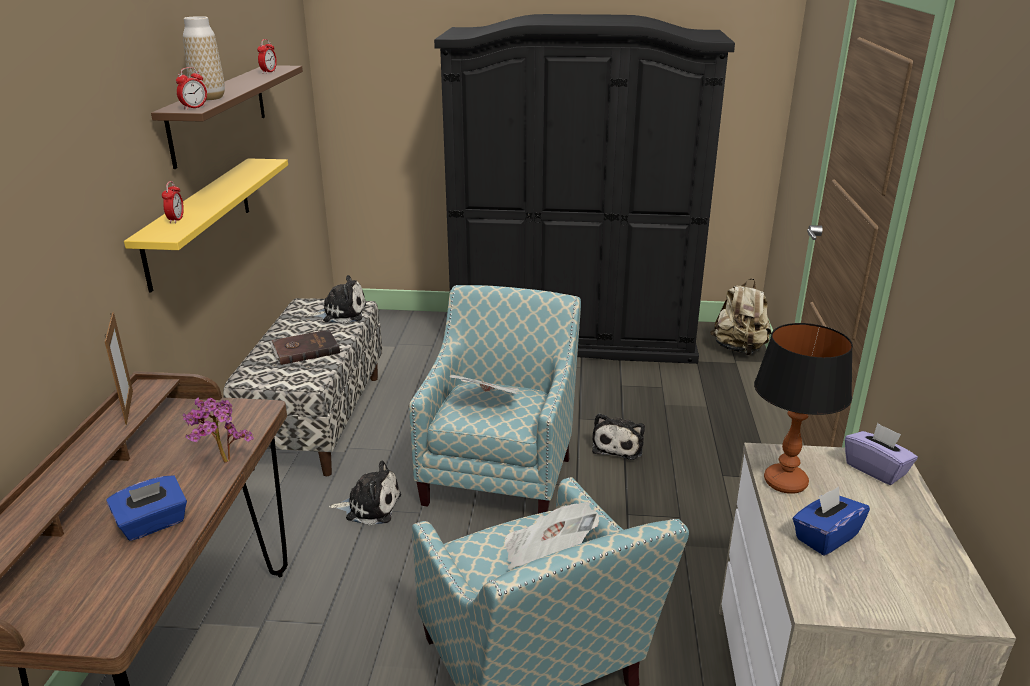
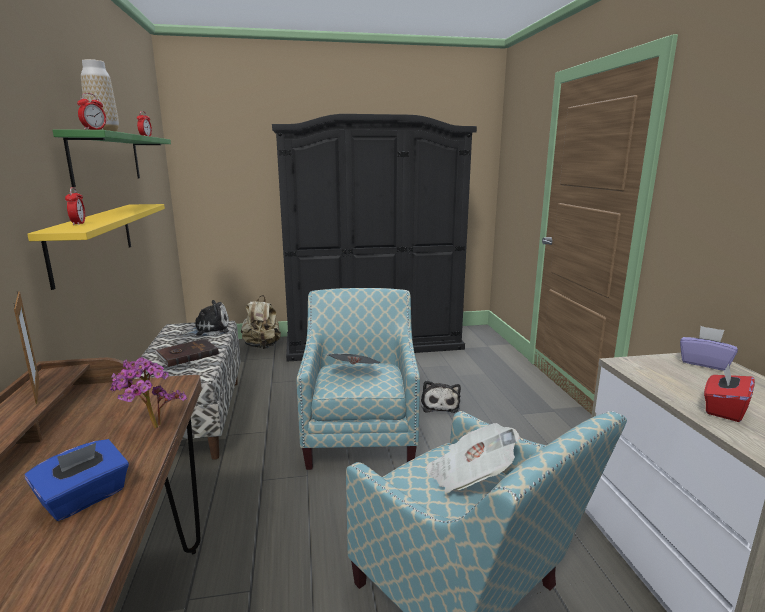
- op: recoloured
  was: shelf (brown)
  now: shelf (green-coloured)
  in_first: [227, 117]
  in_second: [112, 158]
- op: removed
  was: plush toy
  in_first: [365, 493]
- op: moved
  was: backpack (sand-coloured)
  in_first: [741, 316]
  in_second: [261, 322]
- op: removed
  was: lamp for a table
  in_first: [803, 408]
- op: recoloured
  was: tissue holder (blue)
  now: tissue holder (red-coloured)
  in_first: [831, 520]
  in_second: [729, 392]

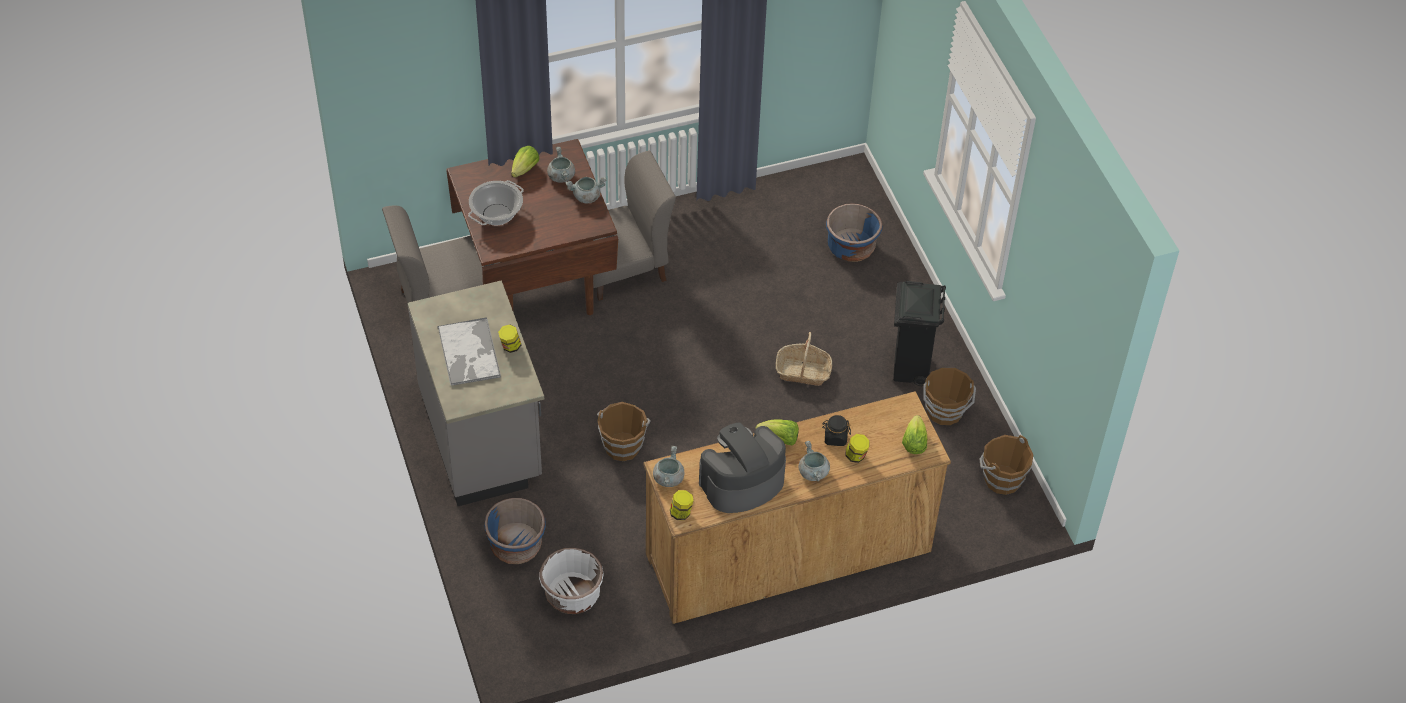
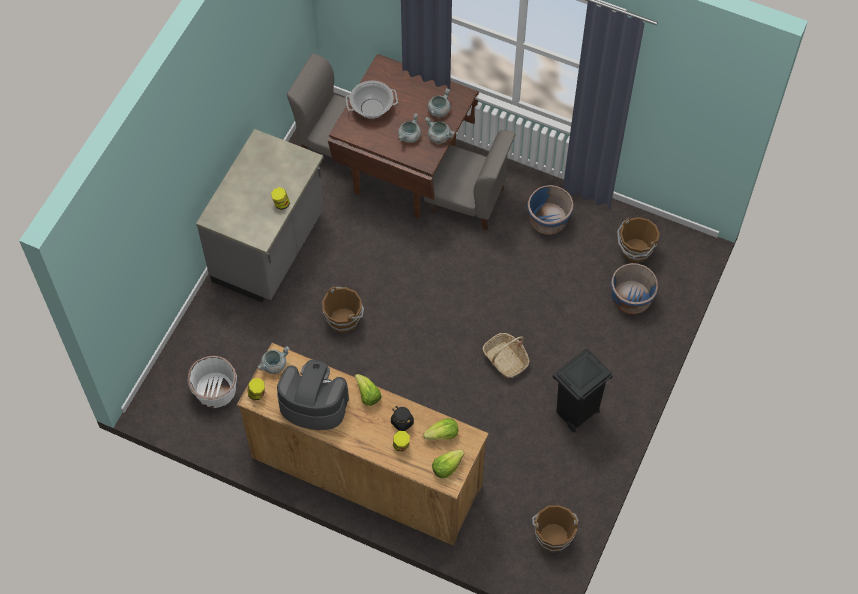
- op: removed
  was: tray
  in_first: [469, 351]
- op: moved
  was: flower pot (blue)
  in_first: [515, 531]
  in_second: [550, 210]
- op: moved
  was: lettuce
  in_first: [525, 161]
  in_second: [440, 429]
- op: moved
  was: cooking pot (gray)
  in_first: [814, 461]
  in_second: [409, 128]
- op: moved
  was: water bucket (brown)
  in_first: [949, 396]
  in_second: [638, 240]

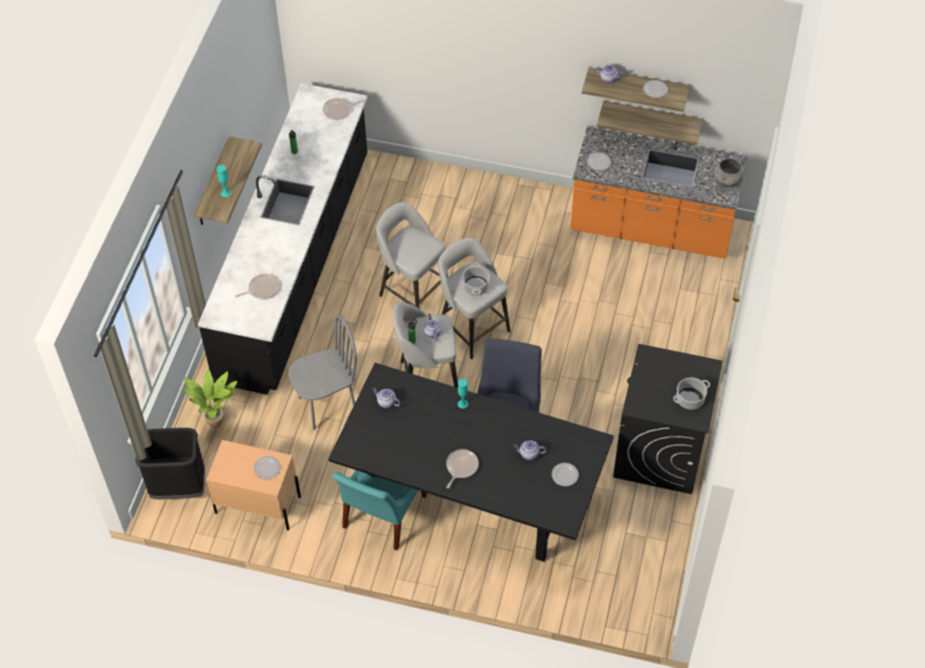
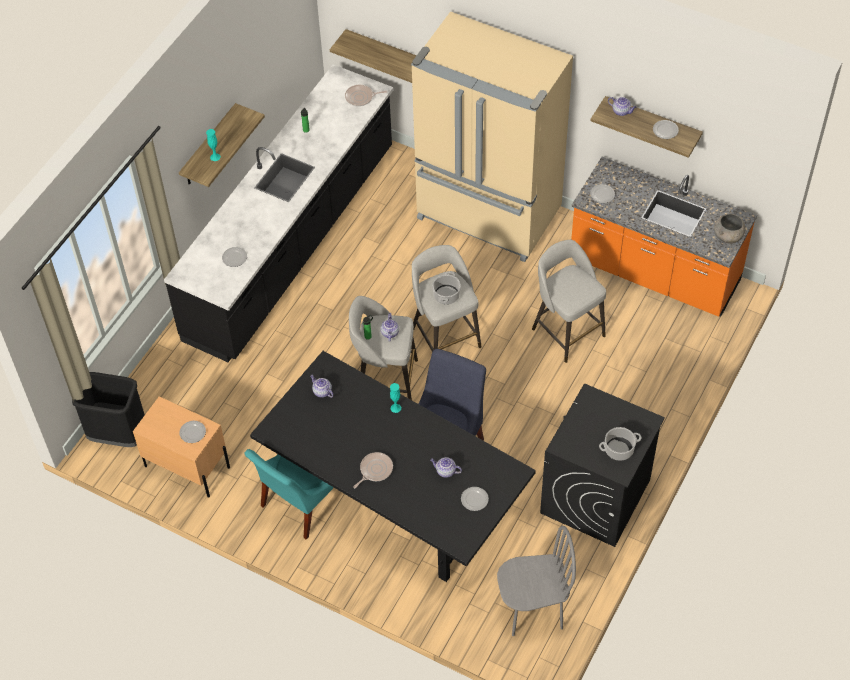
- op: removed
  was: potted plant
  in_first: [209, 398]
- op: replaced
  was: frying pan
  now: dinner plate
  in_first: [257, 286]
  in_second: [234, 257]
- op: moved
  was: chair (gray)
  in_first: [322, 372]
  in_second: [536, 581]
- op: moved
  was: stool seat (gray)
  in_first: [412, 255]
  in_second: [569, 301]
- op: moved
  was: shelf
  in_first: [650, 123]
  in_second: [373, 56]
- op: added
  now: refrigerator (sand-coloured)
  in_second: [492, 136]

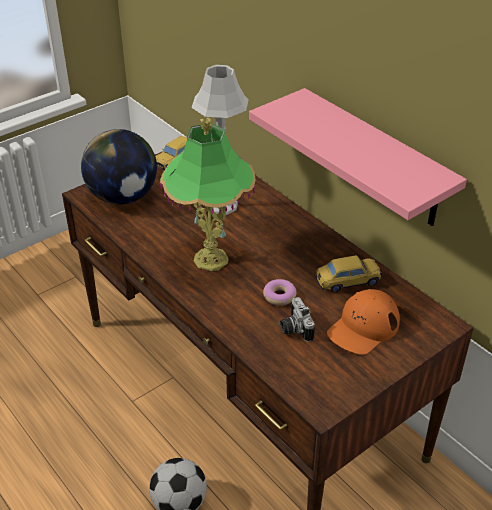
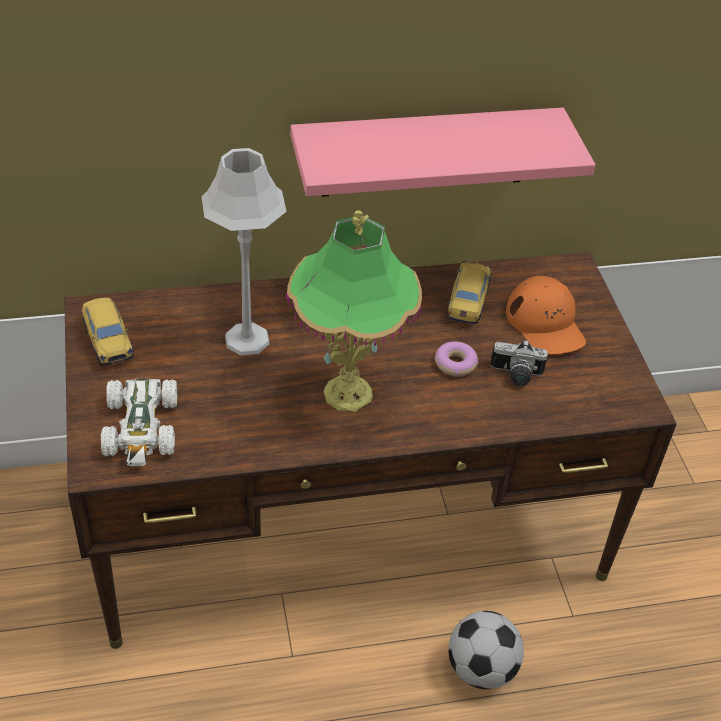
- op: replaced
  was: desk globe
  now: miniature car (white)
  in_first: [119, 167]
  in_second: [139, 422]

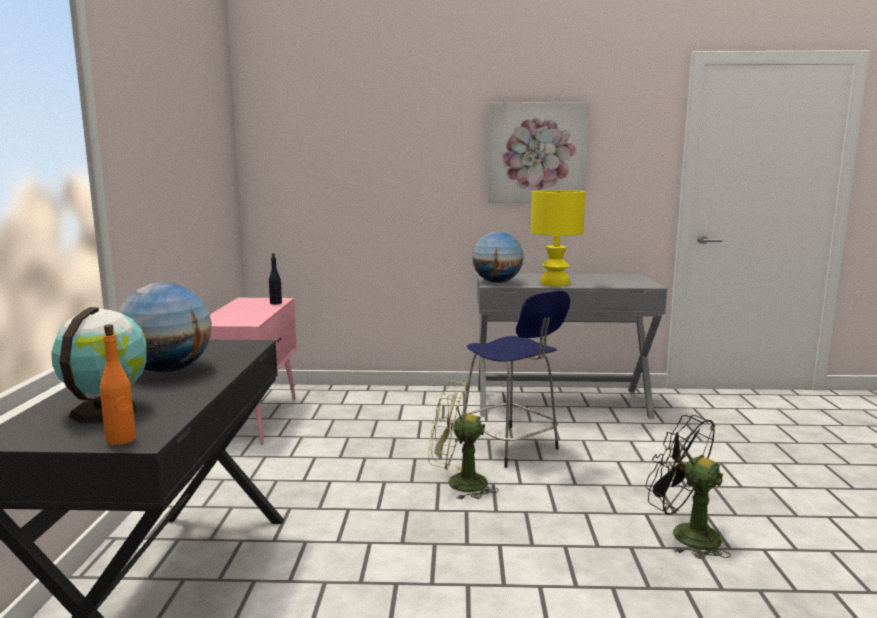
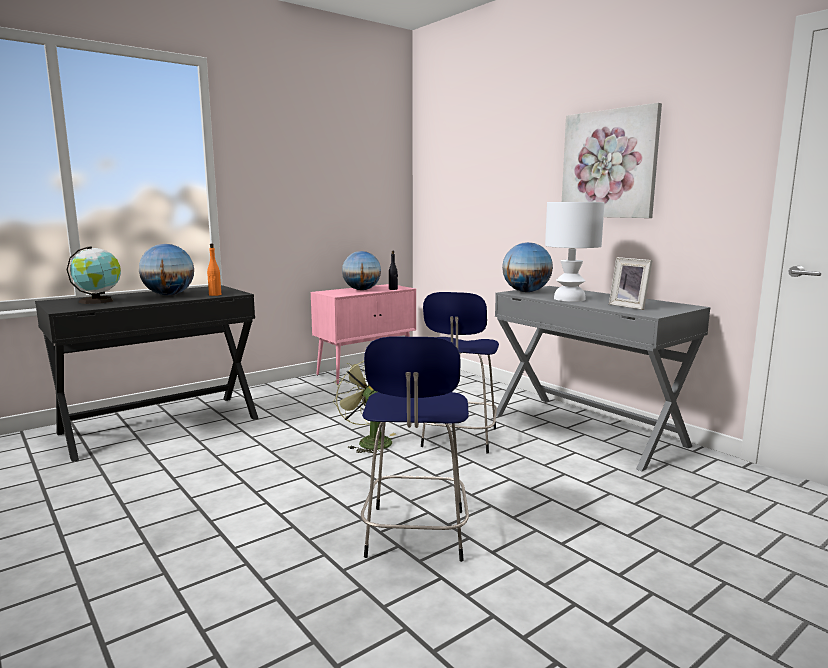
- op: moved
  was: drink bottle (orange)
  in_first: [118, 384]
  in_second: [214, 269]
- op: recoloured
  was: lamp for a table (yellow-coloured)
  now: lamp for a table (white)
  in_first: [558, 238]
  in_second: [574, 252]
- op: replaced
  was: fan (black-coloured)
  now: stool seat (blue)
  in_first: [688, 487]
  in_second: [415, 449]
- op: added
  now: desk globe
  in_second: [361, 270]
- op: added
  now: standing frame
  in_second: [631, 283]

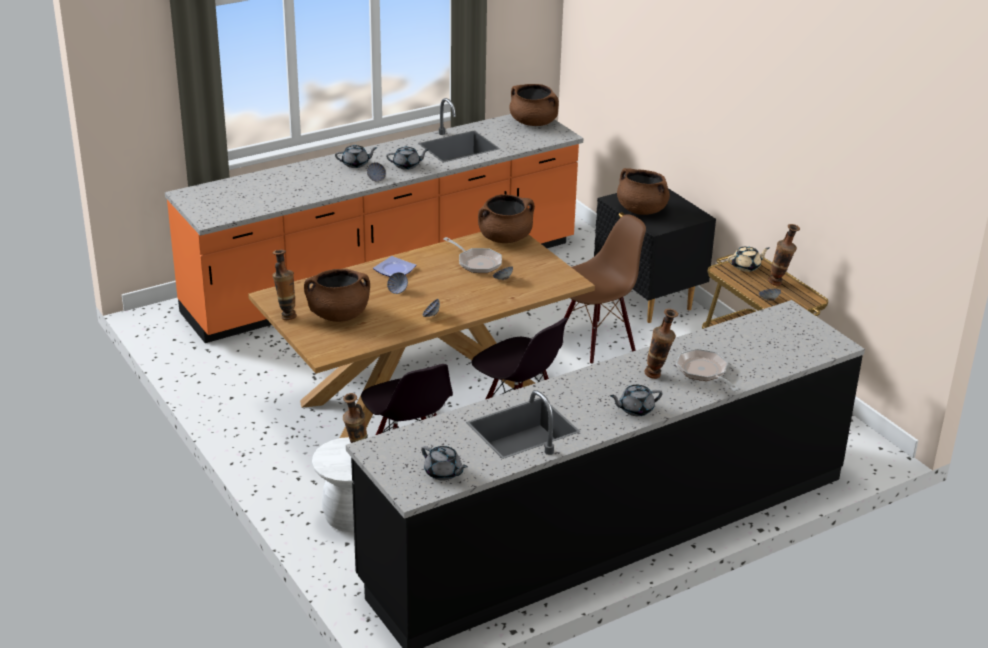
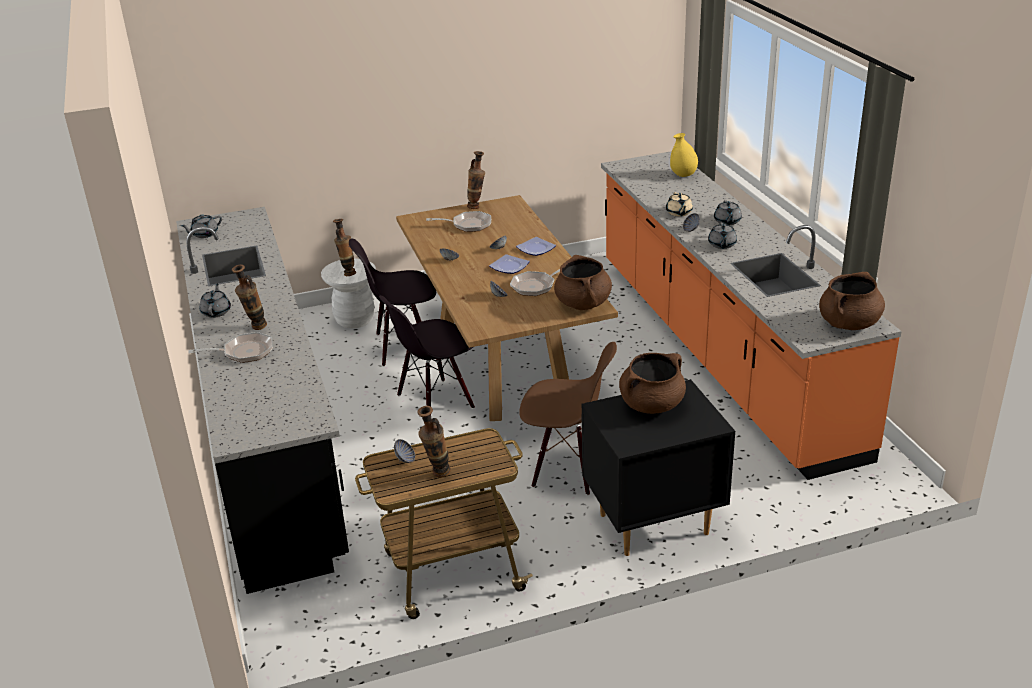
- op: replaced
  was: cooking pot (brown)
  now: frying pan
  in_first: [337, 295]
  in_second: [458, 221]
- op: turned
  was: chair (brown)
  in_first: [605, 289]
  in_second: [568, 418]
  clockwise: -60
- op: moved
  was: teapot (sand-coloured)
  in_first: [748, 259]
  in_second: [679, 204]
- op: added
  now: dinner plate
  in_second: [509, 264]
- op: added
  now: flower vase (yellow-coloured)
  in_second: [684, 155]

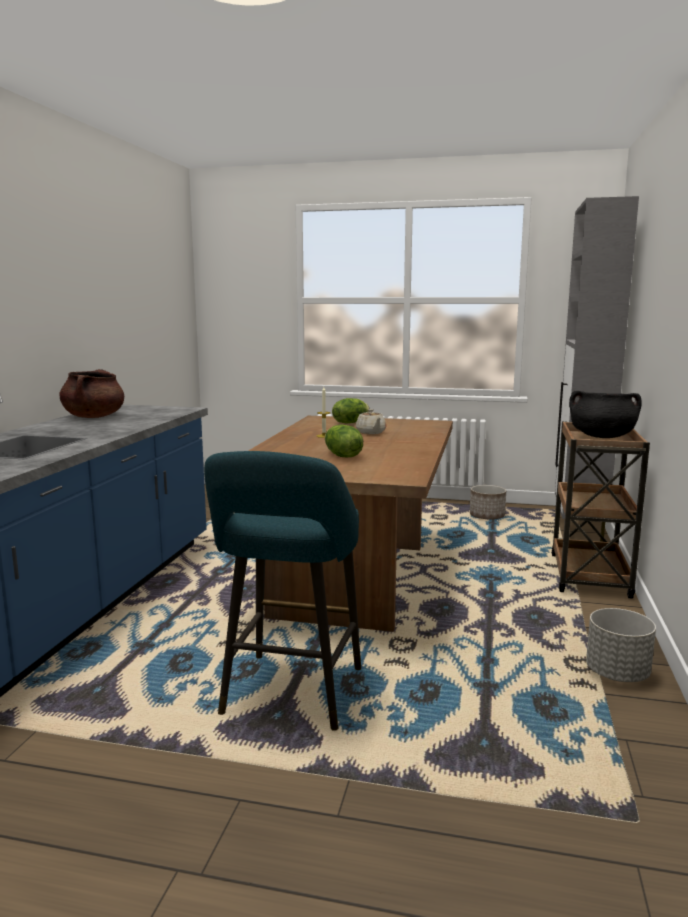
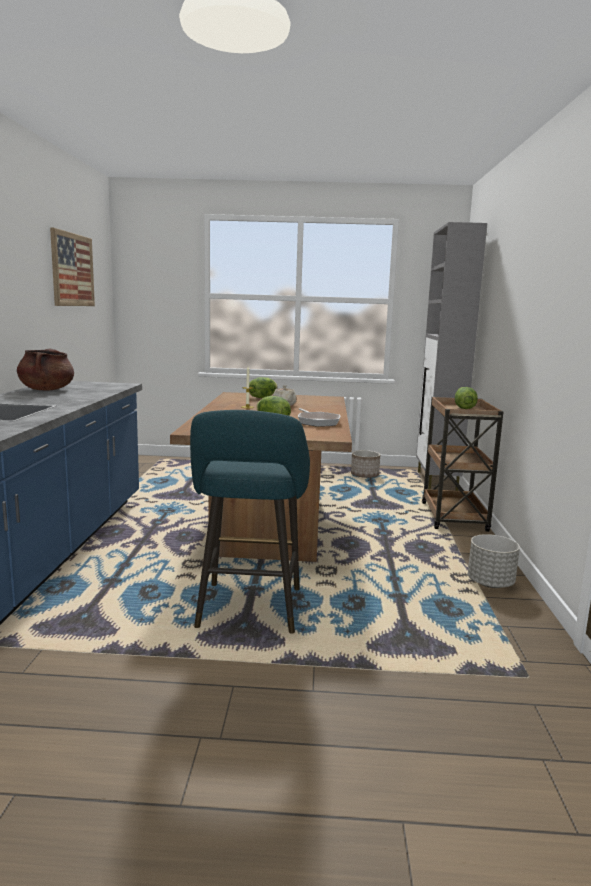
- op: replaced
  was: cooking pot (black-coloured)
  now: lettuce
  in_first: [605, 414]
  in_second: [466, 398]
- op: added
  now: wall art
  in_second: [72, 266]
- op: added
  now: frying pan
  in_second: [319, 417]

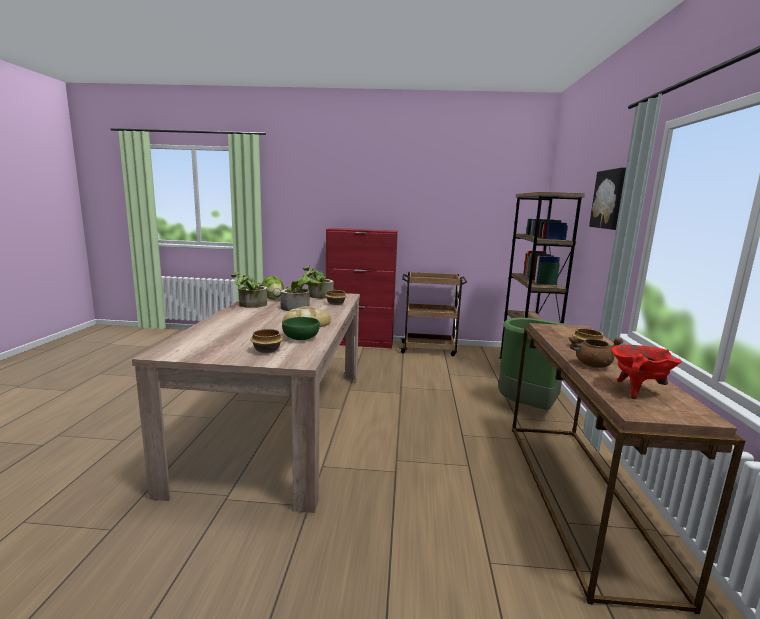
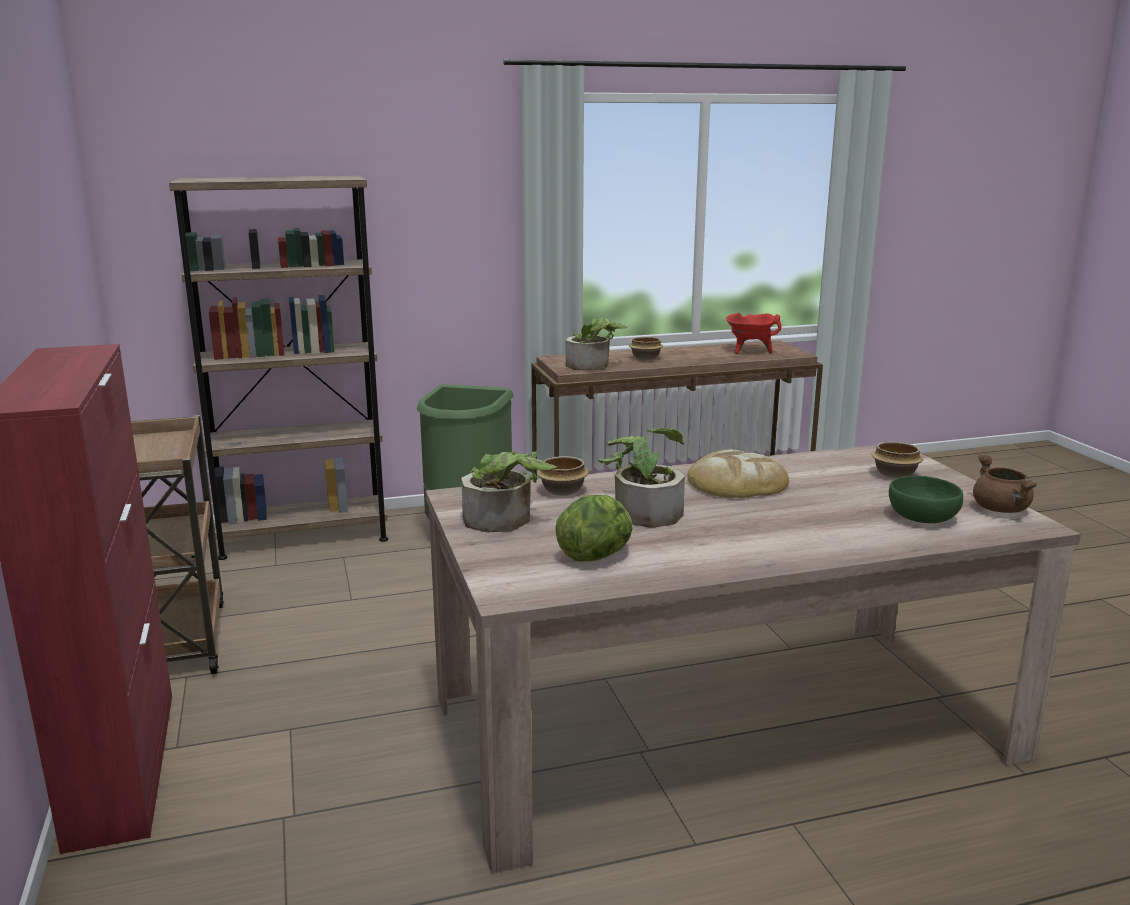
- op: moved
  was: potted plant
  in_first: [249, 289]
  in_second: [596, 344]
- op: moved
  was: bowl (green-coloured)
  in_first: [301, 328]
  in_second: [926, 499]
- op: moved
  was: cooking pot (brown)
  in_first: [596, 352]
  in_second: [1005, 484]
- op: removed
  was: wall art
  in_first: [607, 198]

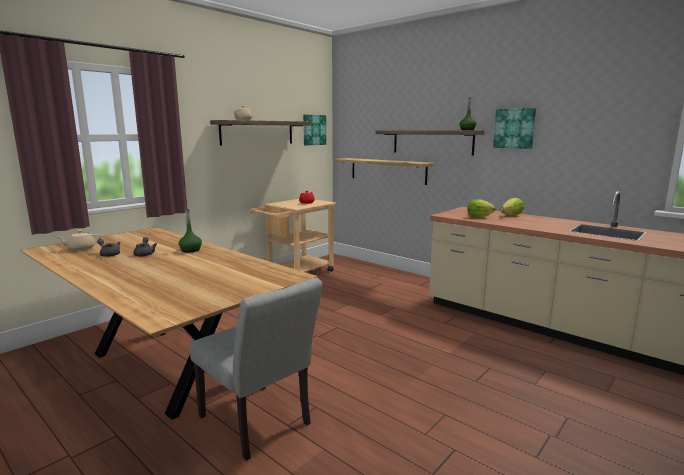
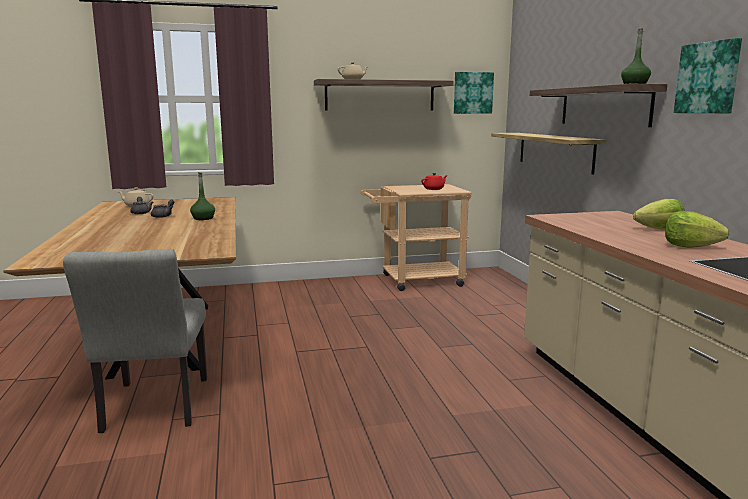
- op: moved
  was: lettuce
  in_first: [481, 208]
  in_second: [697, 229]

